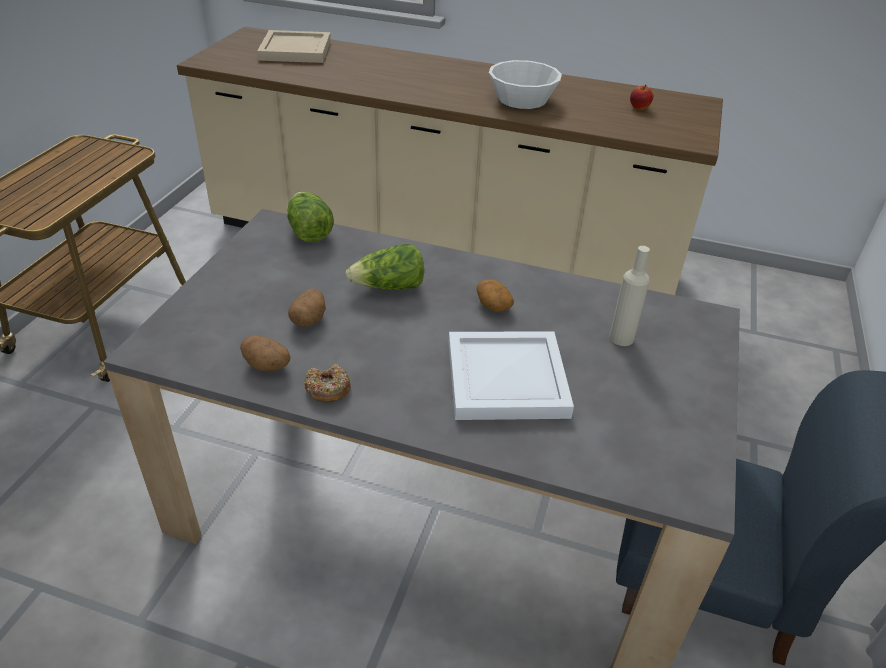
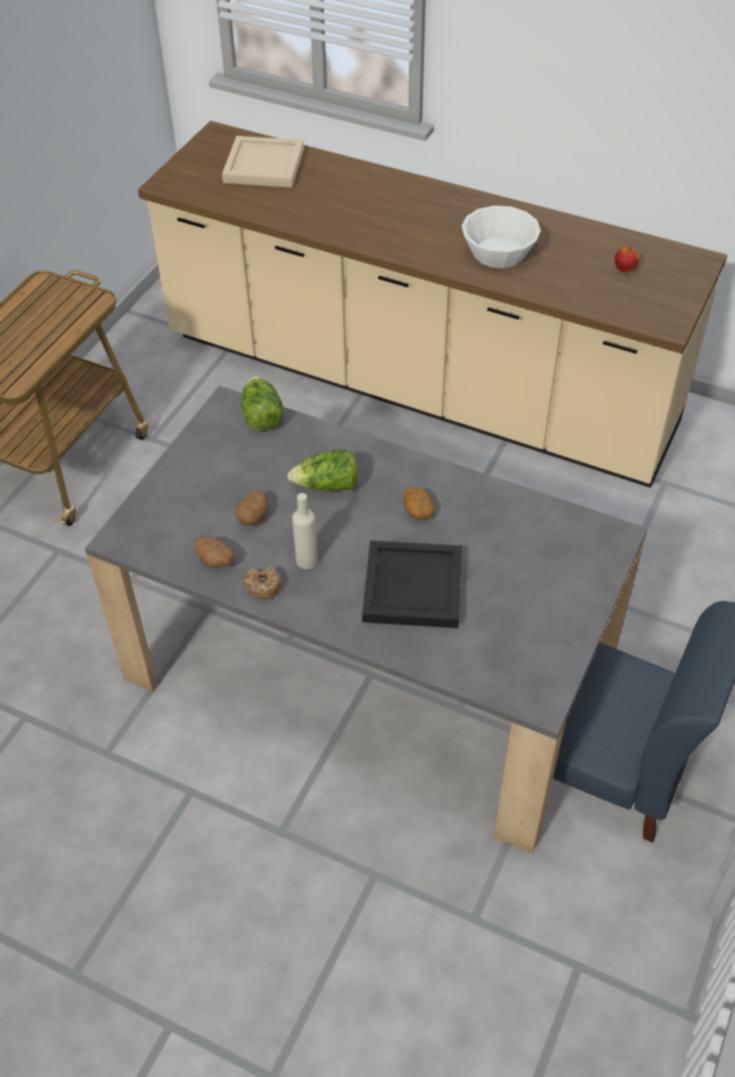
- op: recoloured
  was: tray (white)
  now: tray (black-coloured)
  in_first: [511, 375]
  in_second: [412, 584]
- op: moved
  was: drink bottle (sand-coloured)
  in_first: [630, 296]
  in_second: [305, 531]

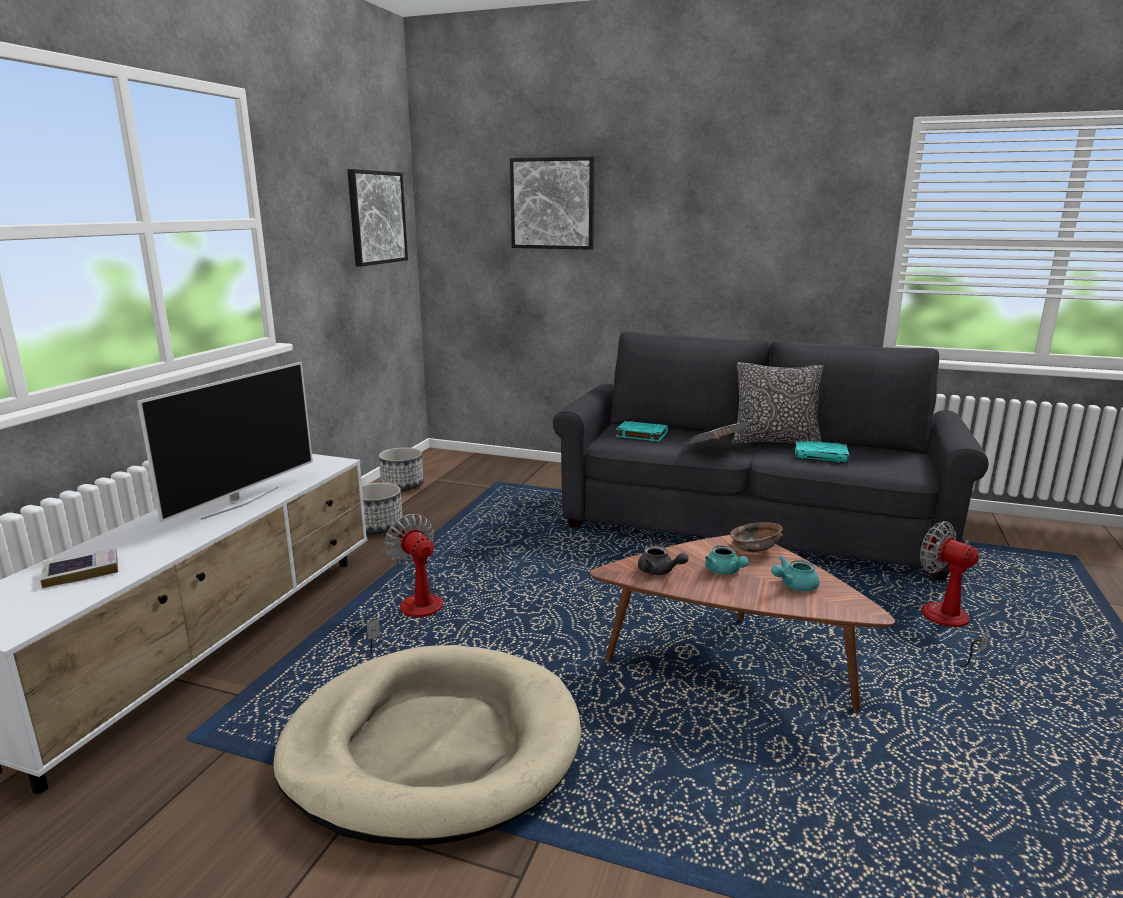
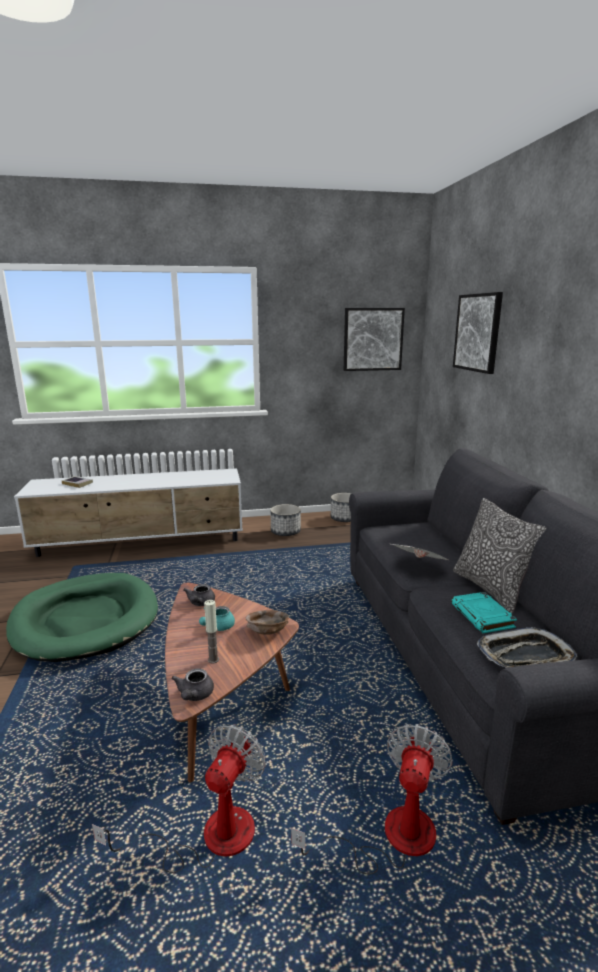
- op: removed
  was: TV set
  in_first: [225, 442]
- op: recoloured
  was: dog bed (sand-coloured)
  now: dog bed (green-coloured)
  in_first: [427, 745]
  in_second: [82, 617]
- op: moved
  was: fan
  in_first: [404, 584]
  in_second: [179, 798]
- op: removed
  was: book (turquoise)
  in_first: [642, 431]
- op: replaced
  was: teapot (turquoise)
  now: wax candle
  in_first: [795, 573]
  in_second: [211, 631]
- op: added
  now: teapot (gray)
  in_second: [193, 685]
- op: added
  now: tray
  in_second: [527, 647]

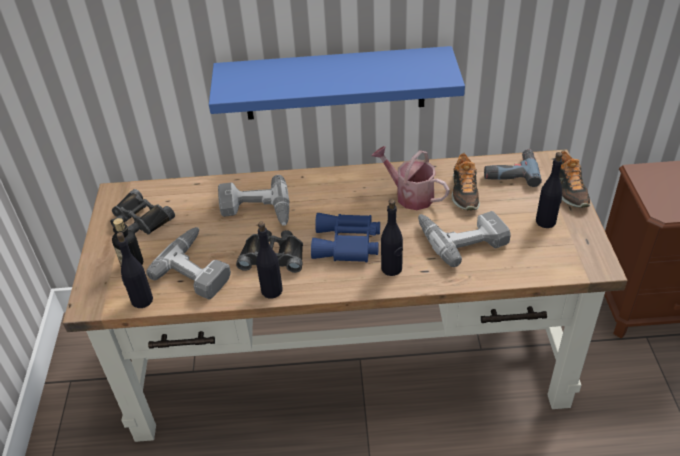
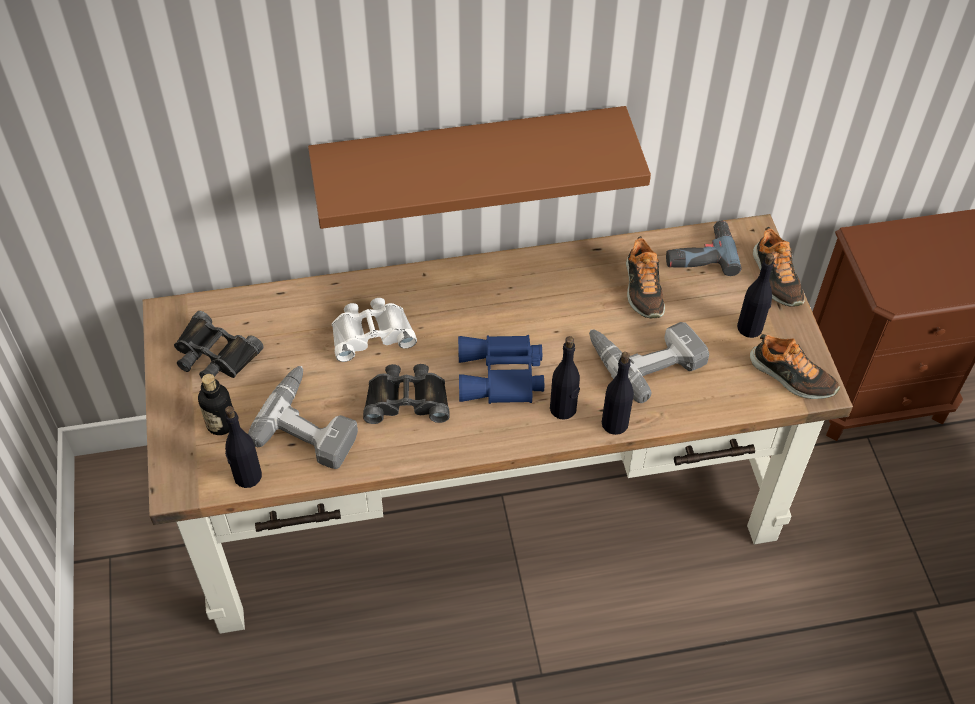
- op: recoloured
  was: shelf (blue)
  now: shelf (brown)
  in_first: [337, 83]
  in_second: [479, 167]
- op: replaced
  was: electric drill
  now: field glasses (white)
  in_first: [254, 200]
  in_second: [374, 330]
- op: moved
  was: drink bottle (black-coloured)
  in_first: [269, 260]
  in_second: [618, 393]
- op: removed
  was: sprinkling can
  in_first: [411, 178]
- op: added
  now: item of footwear
  in_second: [795, 366]

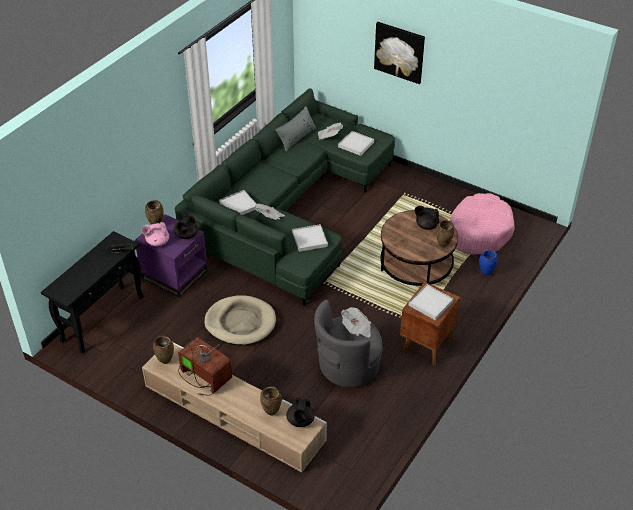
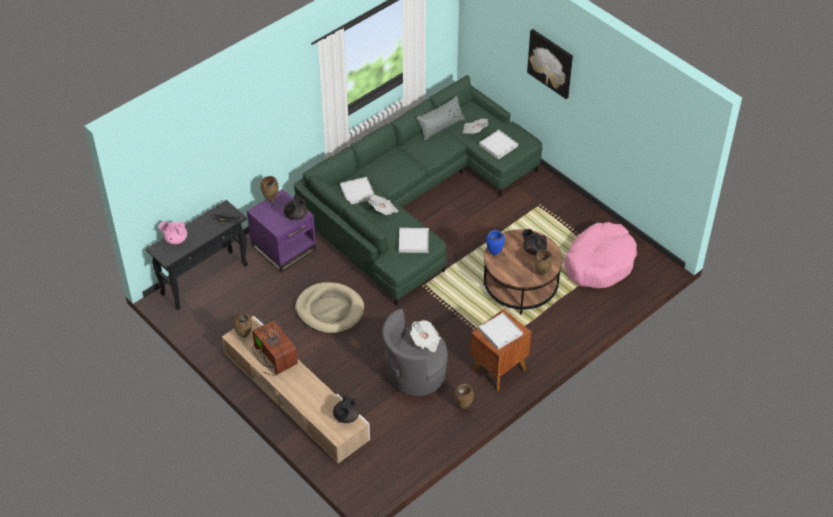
- op: moved
  was: teapot (pink-coloured)
  in_first: [155, 234]
  in_second: [173, 232]
- op: moved
  was: flower vase (brown)
  in_first: [271, 400]
  in_second: [464, 396]
- op: moved
  was: flower vase (blue)
  in_first: [488, 263]
  in_second: [495, 243]

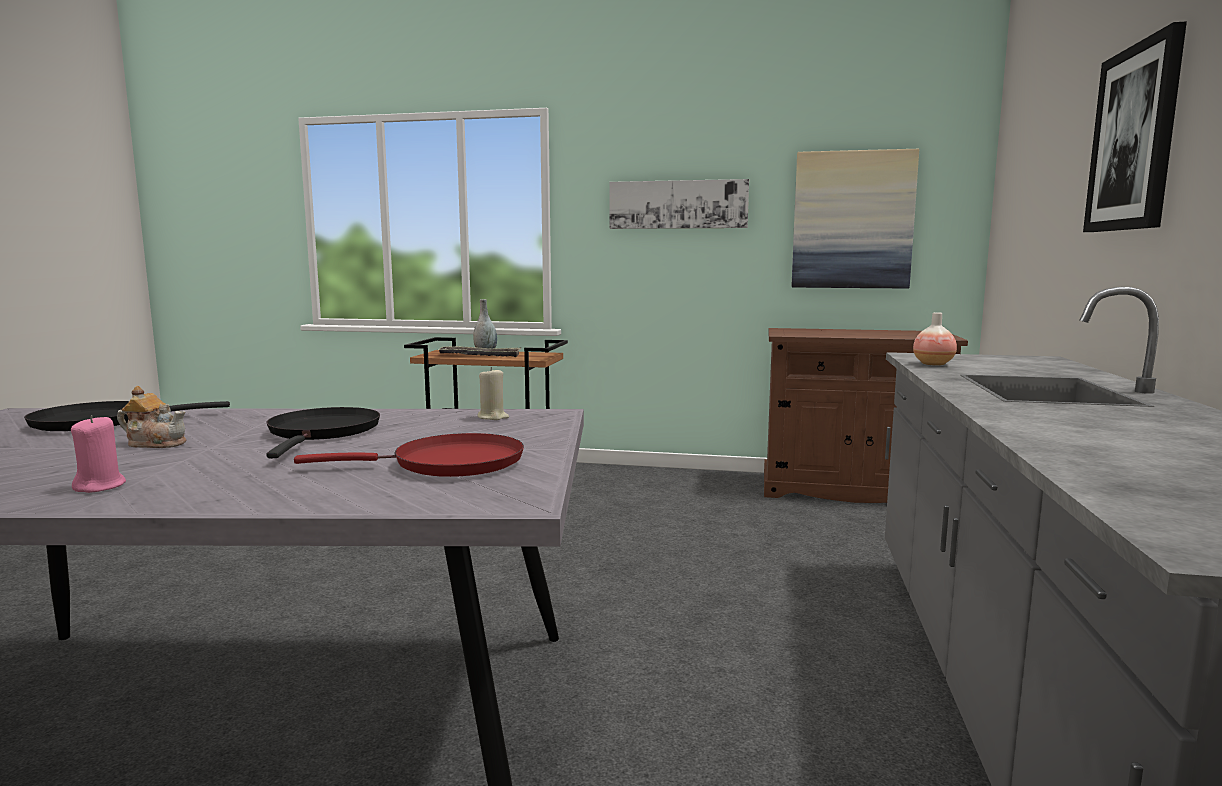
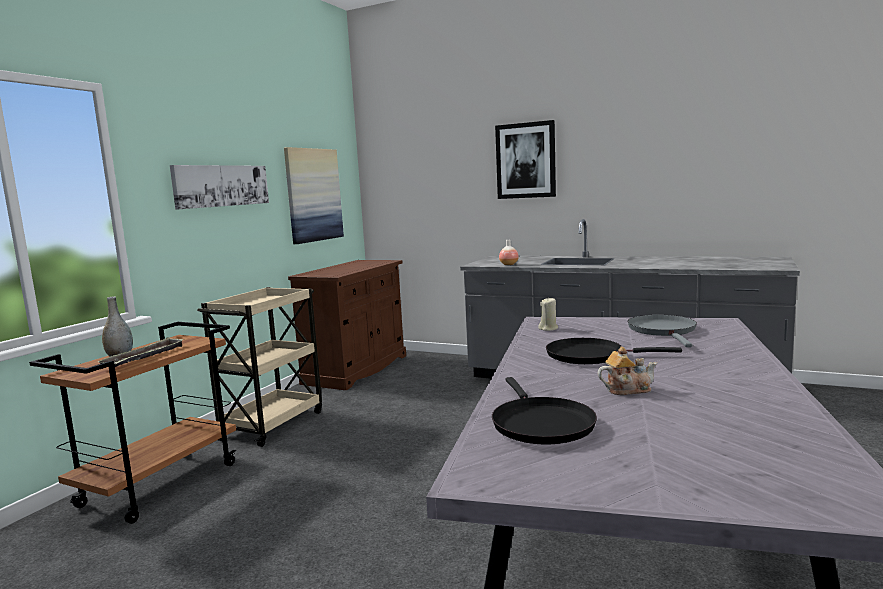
- op: removed
  was: wax candle (pink-coloured)
  in_first: [98, 454]
- op: turned
  was: teapot
  in_first: [151, 417]
  in_second: [627, 371]
  clockwise: 60
- op: recoloured
  was: frying pan (red-coloured)
  now: frying pan (gray)
  in_first: [409, 455]
  in_second: [662, 331]
- op: added
  now: wheeled cart (sand-coloured)
  in_second: [259, 367]

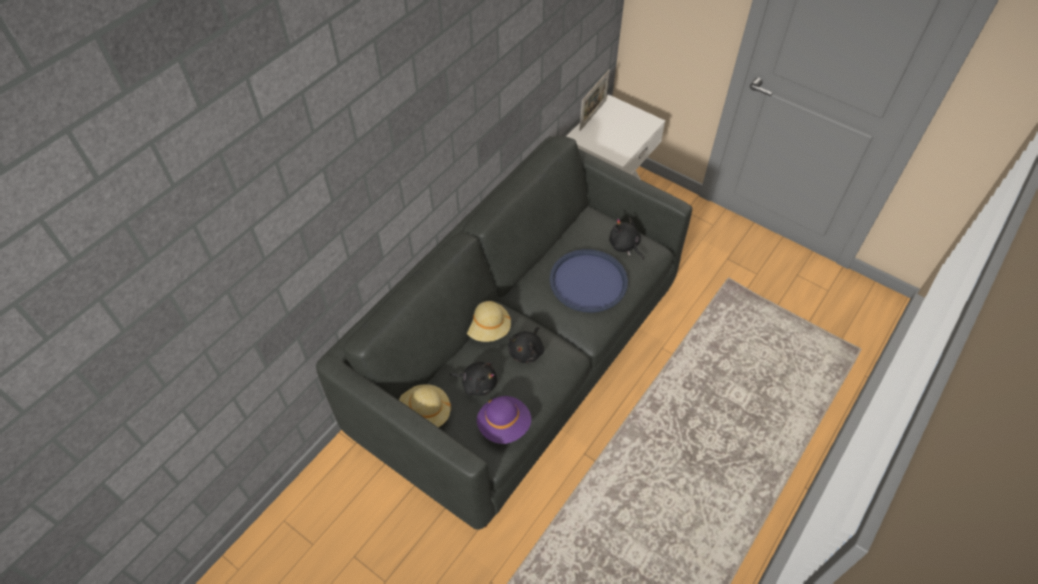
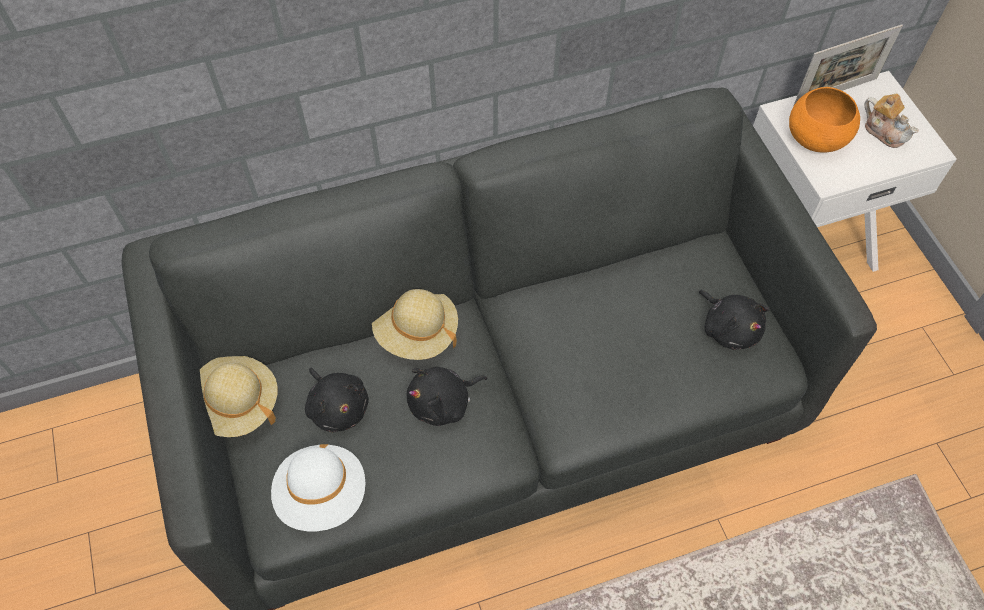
- op: recoloured
  was: clothing hat (purple-coloured)
  now: clothing hat (white)
  in_first: [504, 420]
  in_second: [318, 487]
- op: removed
  was: tray (blue)
  in_first: [589, 281]
- op: turned
  was: plush toy (black-coloured)
  in_first: [626, 238]
  in_second: [734, 320]
  clockwise: 150
- op: added
  now: bowl (orange)
  in_second: [824, 120]
- op: added
  now: teapot
  in_second: [892, 121]

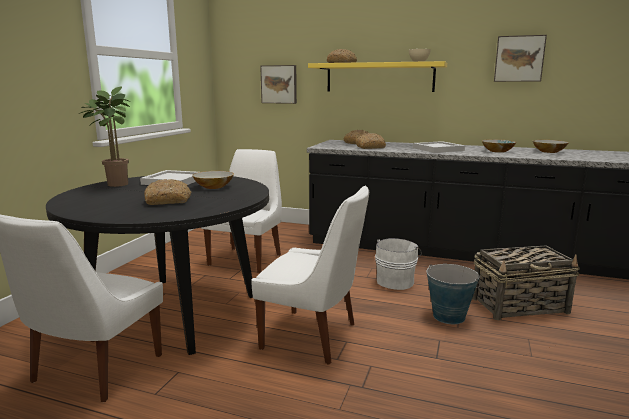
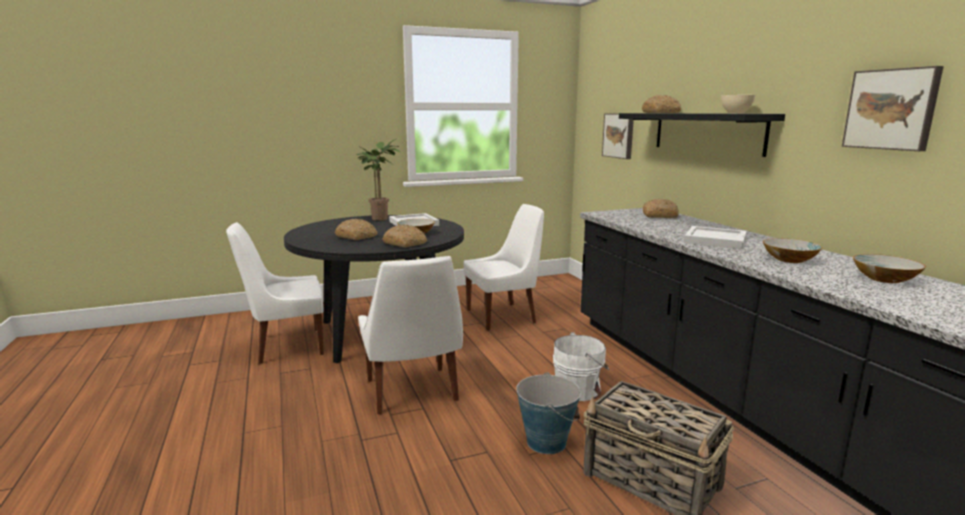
- op: recoloured
  was: shelf (yellow-coloured)
  now: shelf (black-coloured)
  in_first: [377, 76]
  in_second: [702, 135]
- op: moved
  was: bread
  in_first: [371, 141]
  in_second: [405, 236]

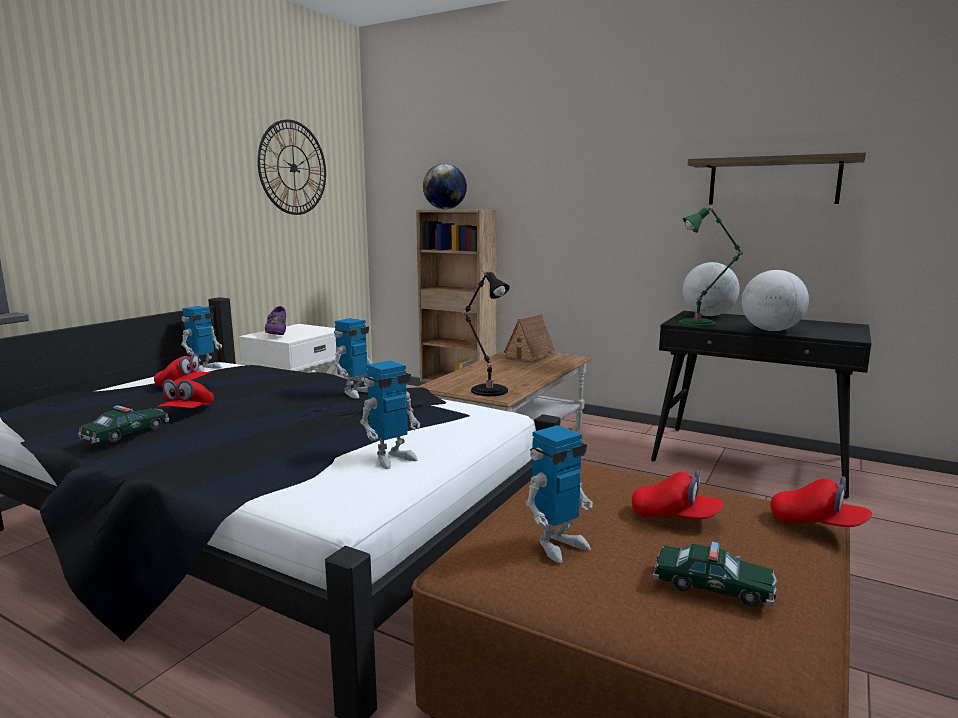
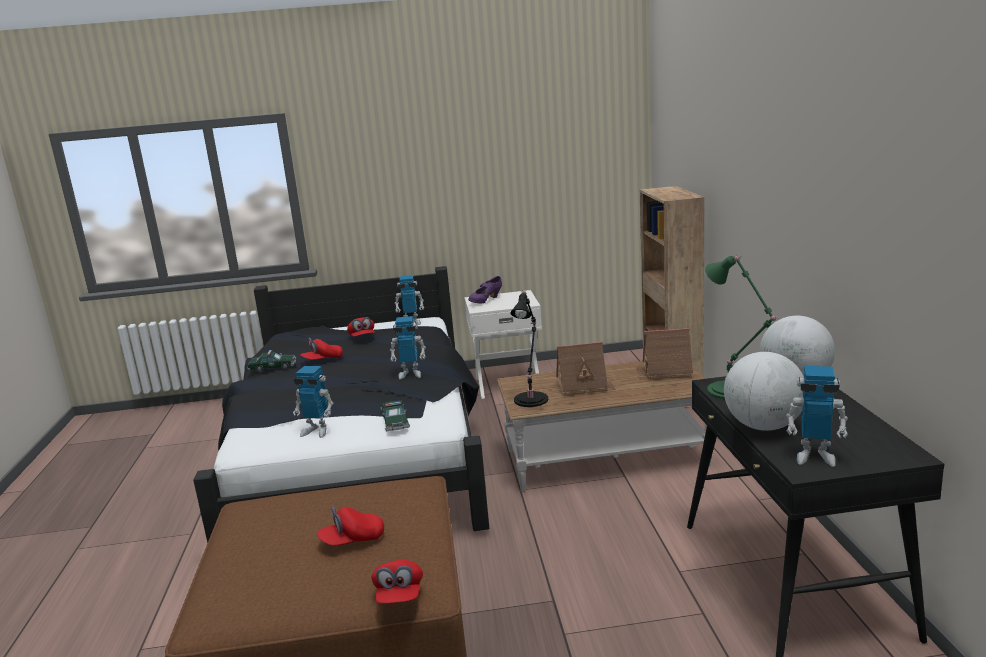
- op: removed
  was: wall clock
  in_first: [291, 167]
- op: removed
  was: desk globe
  in_first: [445, 186]
- op: moved
  was: robot figure
  in_first: [559, 494]
  in_second: [817, 416]
- op: turned
  was: baseball cap (red-coloured)
  in_first: [678, 494]
  in_second: [350, 526]
  clockwise: 75
- op: moved
  was: miniature car
  in_first: [715, 574]
  in_second: [395, 416]
- op: removed
  was: shelf
  in_first: [777, 178]
- op: added
  now: model house
  in_second: [586, 368]

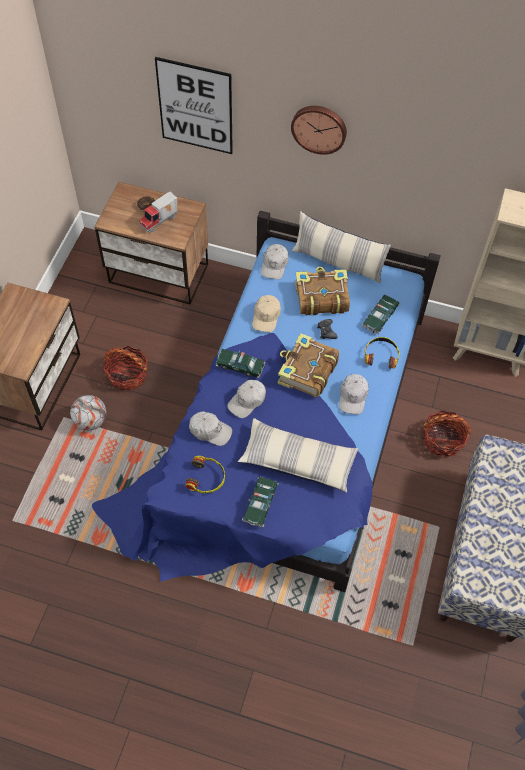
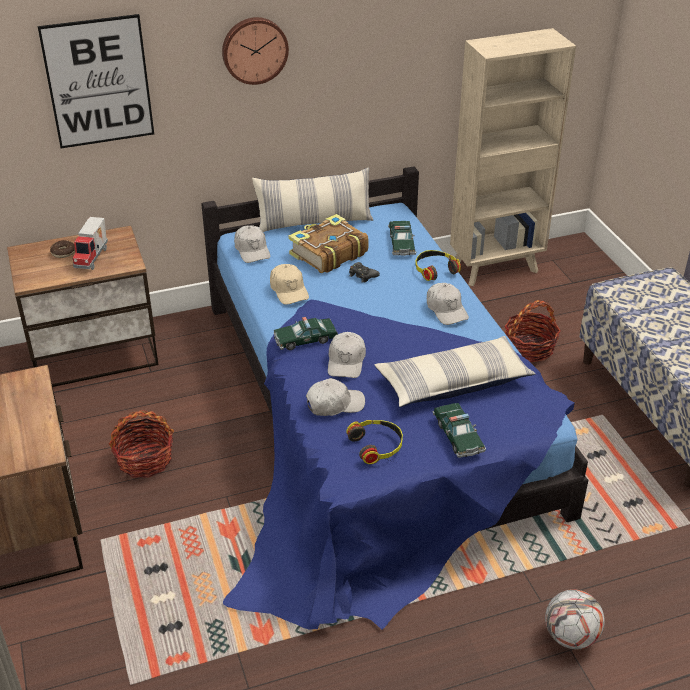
- op: moved
  was: football ball
  in_first: [88, 413]
  in_second: [575, 619]
- op: removed
  was: book
  in_first: [308, 365]

